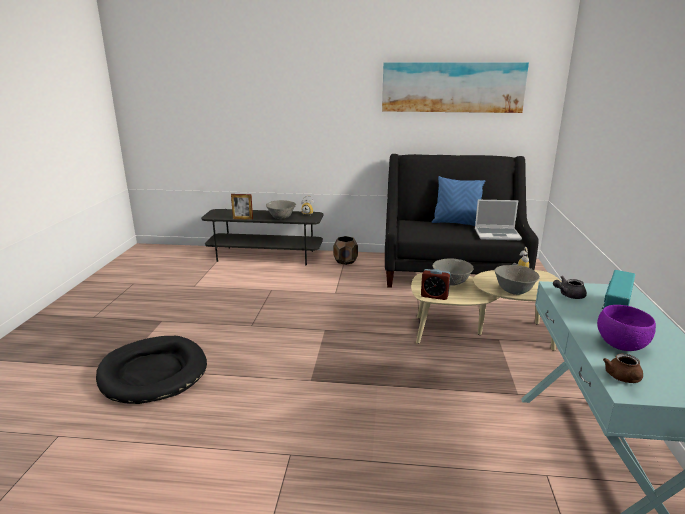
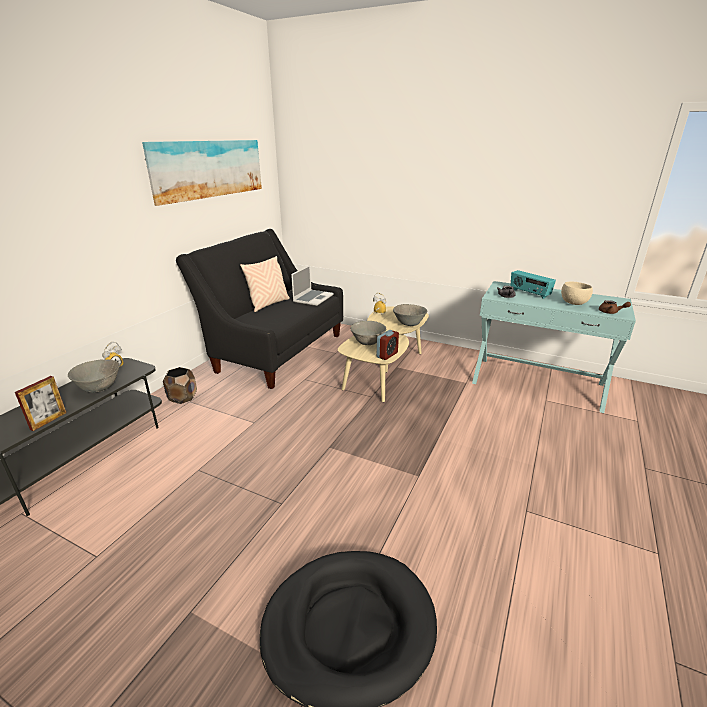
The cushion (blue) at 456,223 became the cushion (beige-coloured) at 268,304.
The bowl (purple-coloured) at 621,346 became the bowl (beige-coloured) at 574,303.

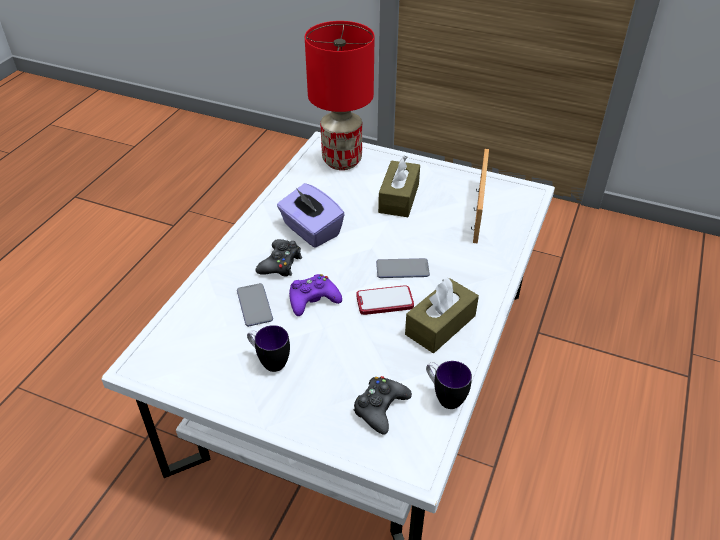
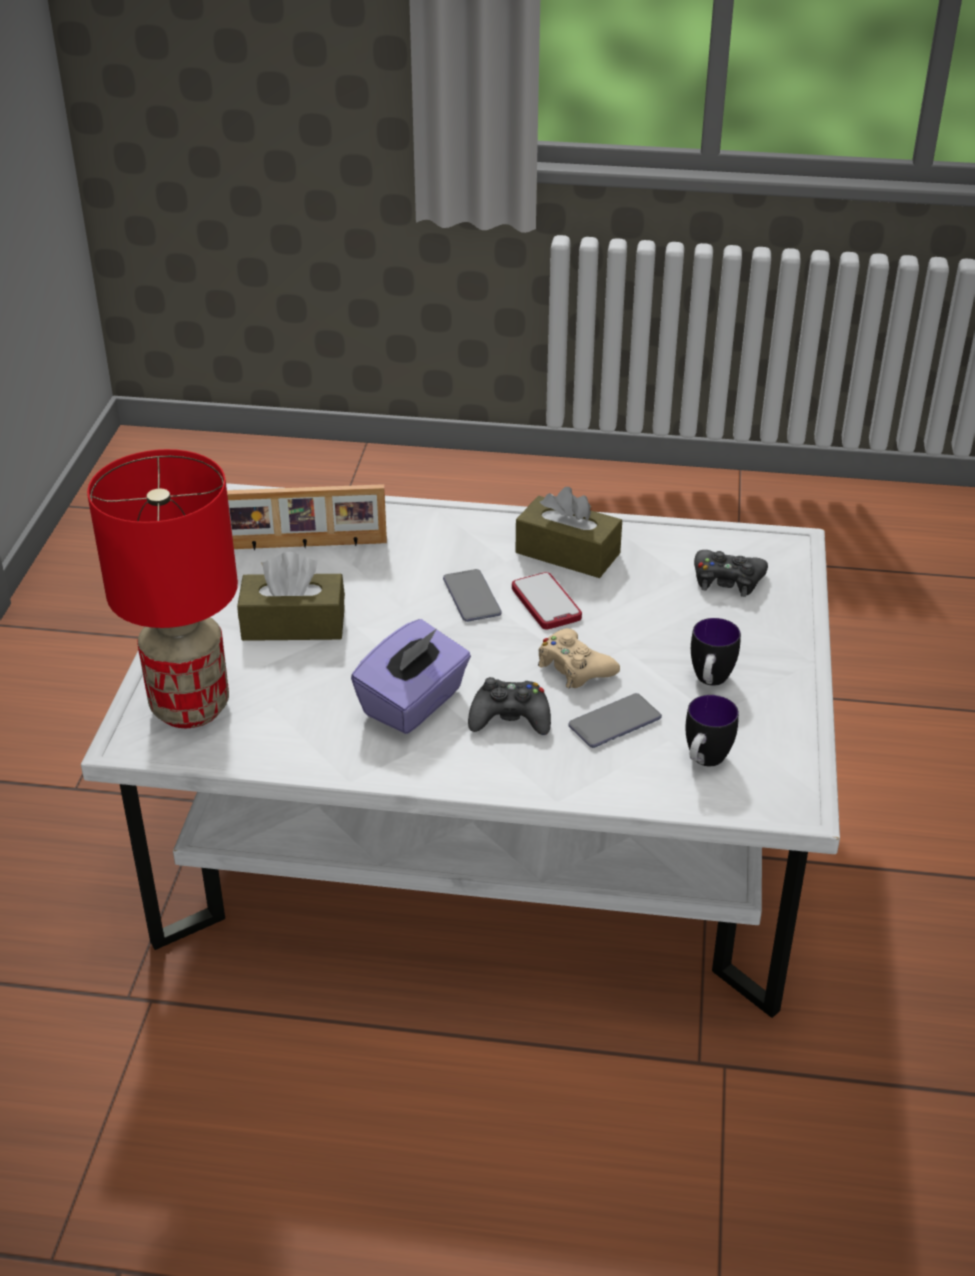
The gamepad (purple-coloured) at 313,300 became the gamepad (beige-coloured) at 574,667.
The tea mug moved from 444,396 to 704,762.

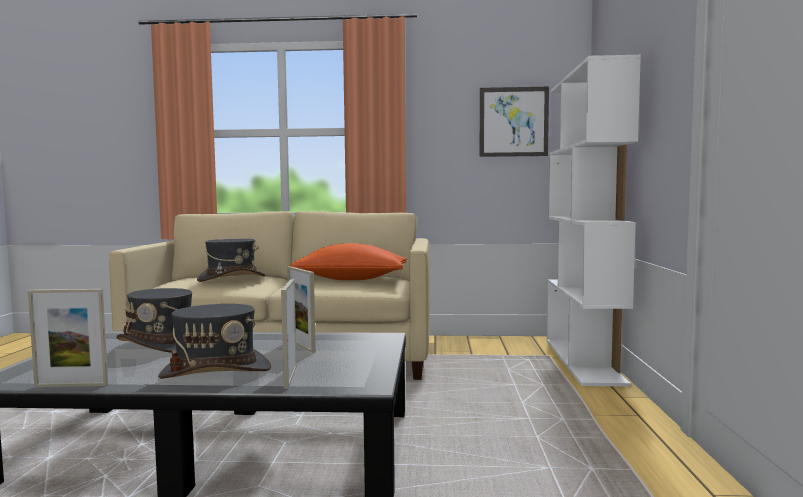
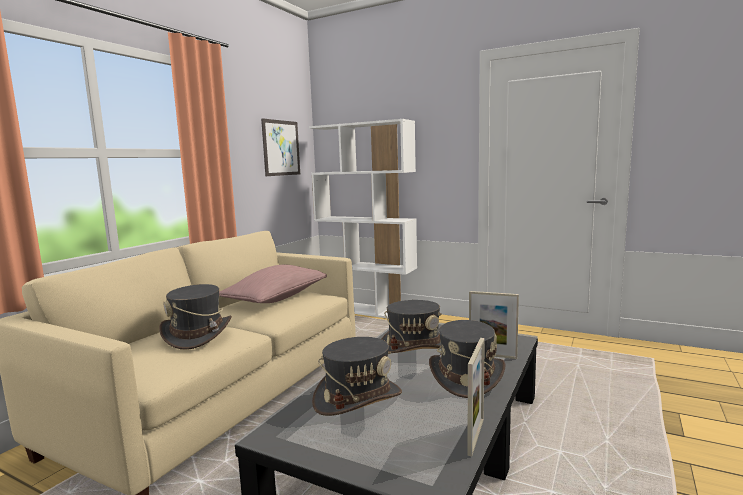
The cushion (orange-coloured) at 351,279 became the cushion (pinkish) at 276,299.
The photo frame at 301,346 was replaced by the clothing hat (greyish) at 414,347.

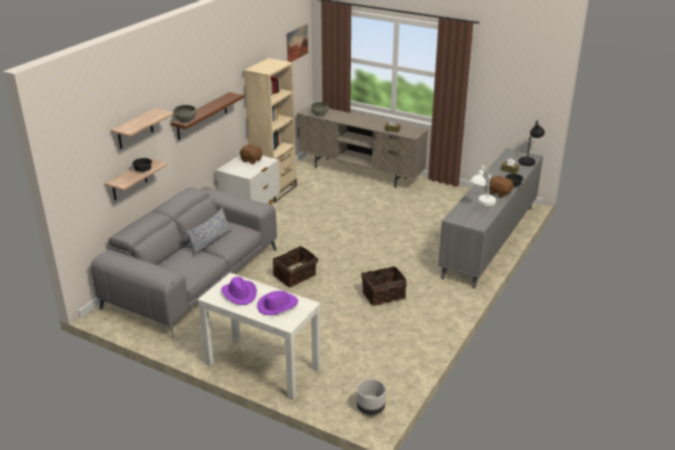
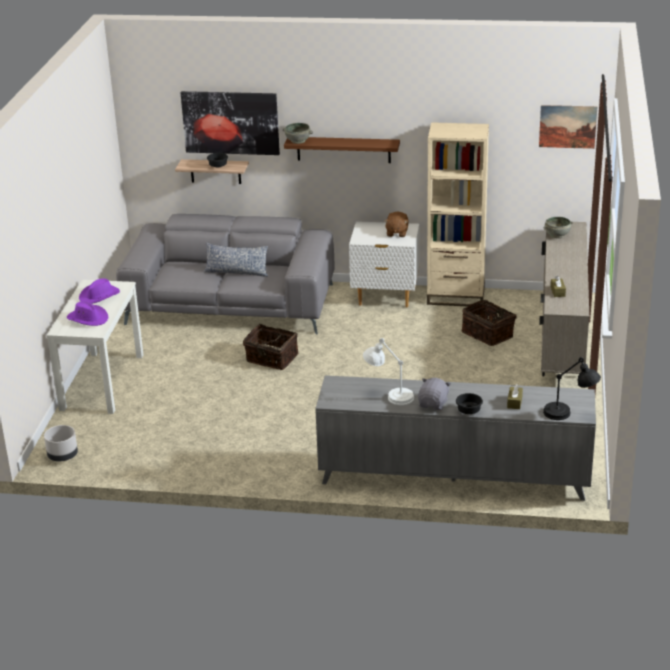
The shelf at 135,129 was replaced by the wall picture at 230,122.
The soft toy (brownish) at 499,193 became the soft toy (greyish) at 433,404.
The household basket moved from 383,295 to 488,334.

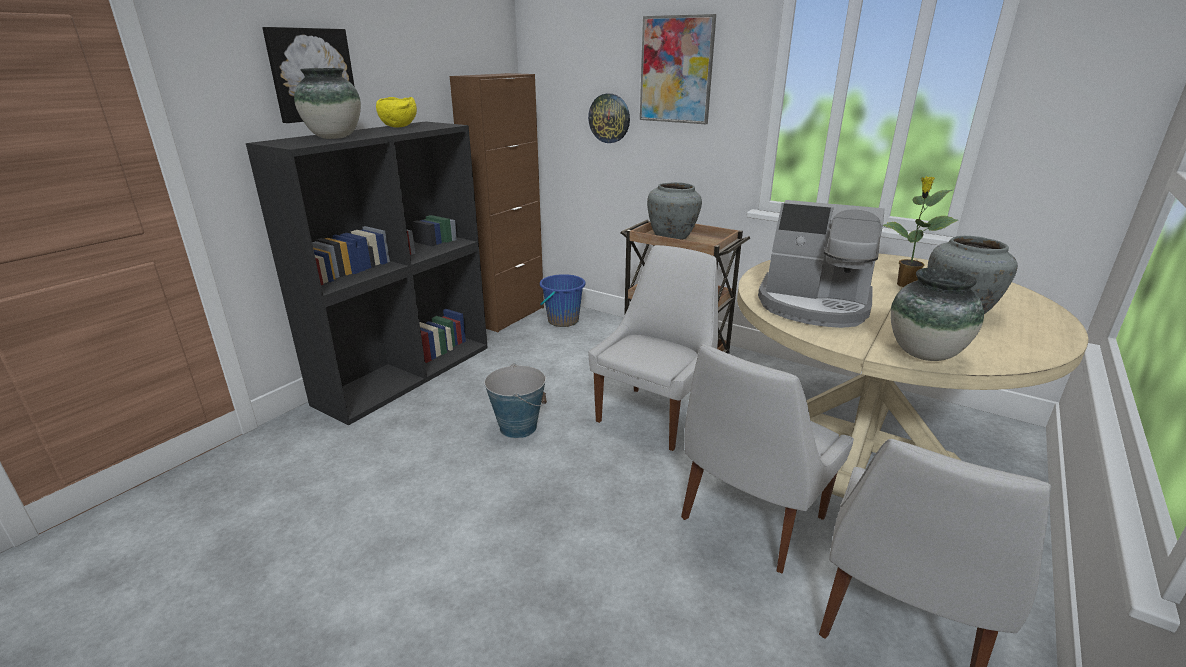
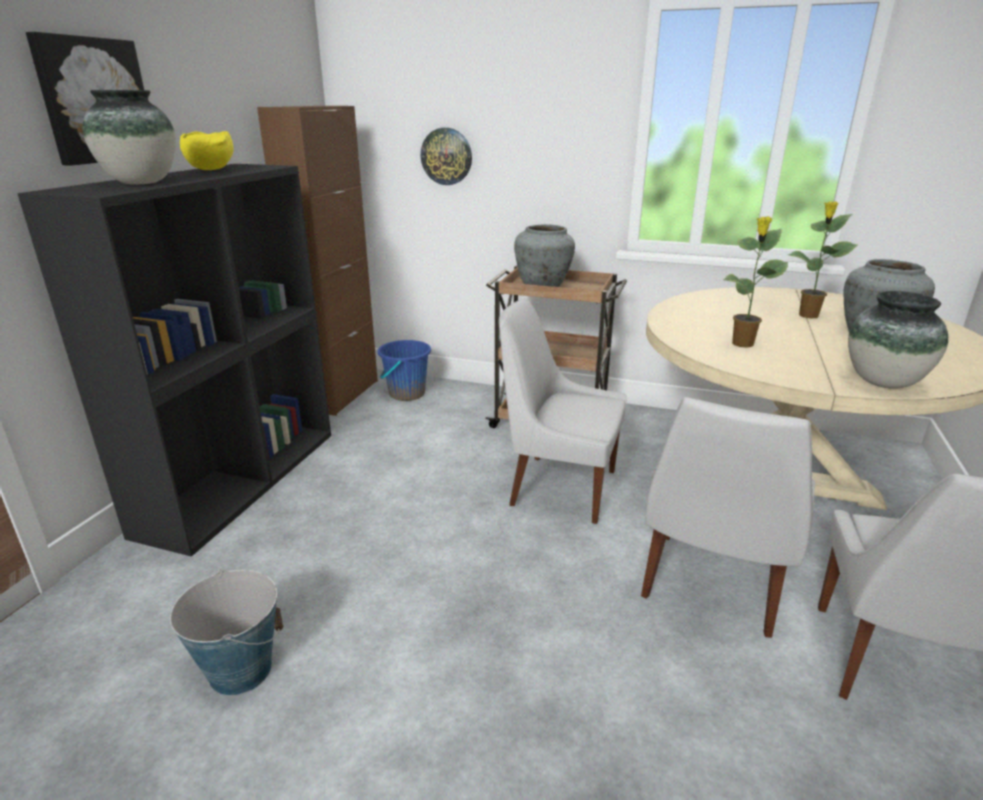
The wall picture at 676,70 disappeared.
The coffee brewer at 814,305 was replaced by the houseplant at 742,344.
The chair (whitish) at 654,415 turned 90 degrees counterclockwise.
The pail moved from 518,427 to 241,670.

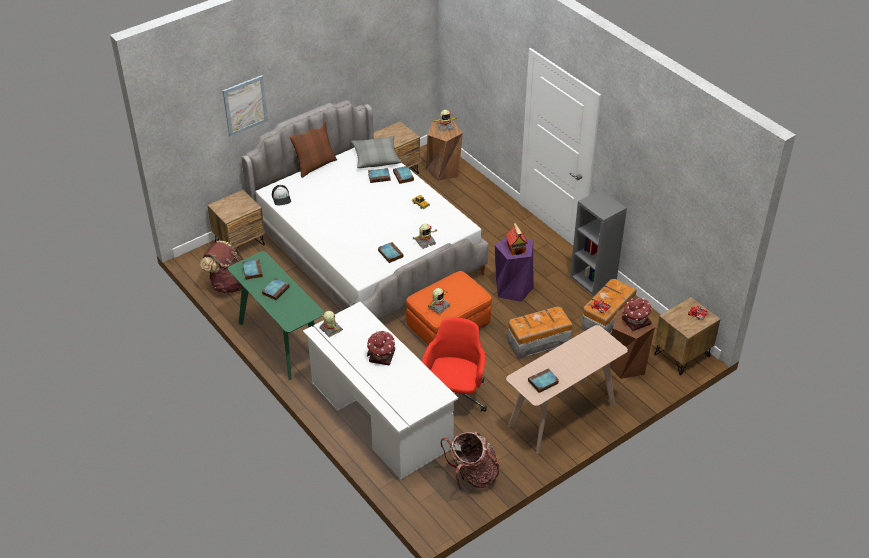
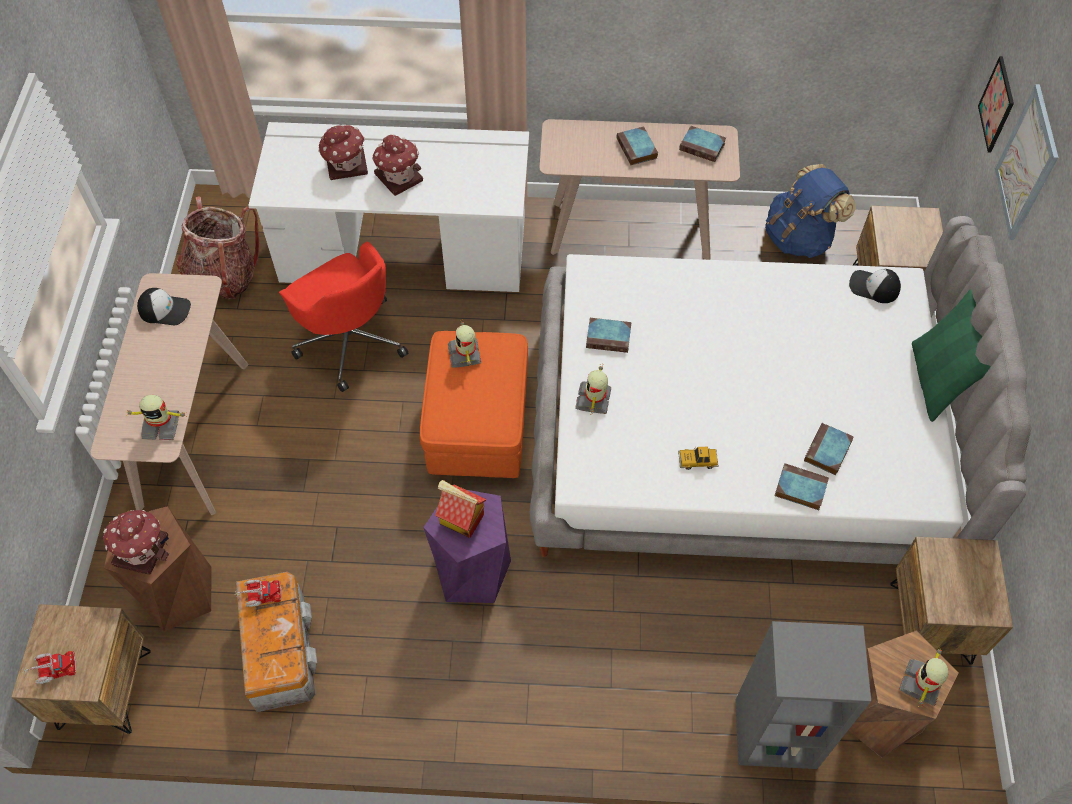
The cushion (brownish) at 315,165 became the cushion (greenish) at 935,381.
The cushion (greyish) at 376,157 disappeared.
The bookcase (greyish) moved from 593,280 to 774,734.
The backpack (brownish) at 229,284 became the backpack (blue) at 799,237.
The narrow table (greenish) at 281,341 became the narrow table (beige-coloured) at 631,230.
The storage container at 537,342 disappeared.
The model robot moved from 330,329 to 161,425.
The volume at 543,382 was replaced by the cap at 165,309.
The wall picture at 996,104 appeared.
The toy house at 345,165 appeared.

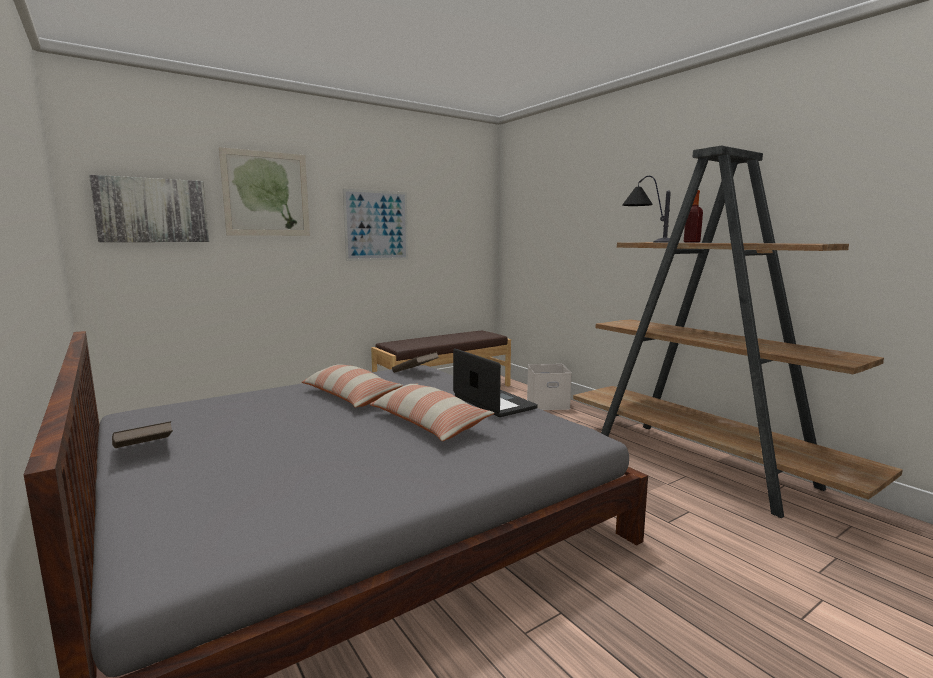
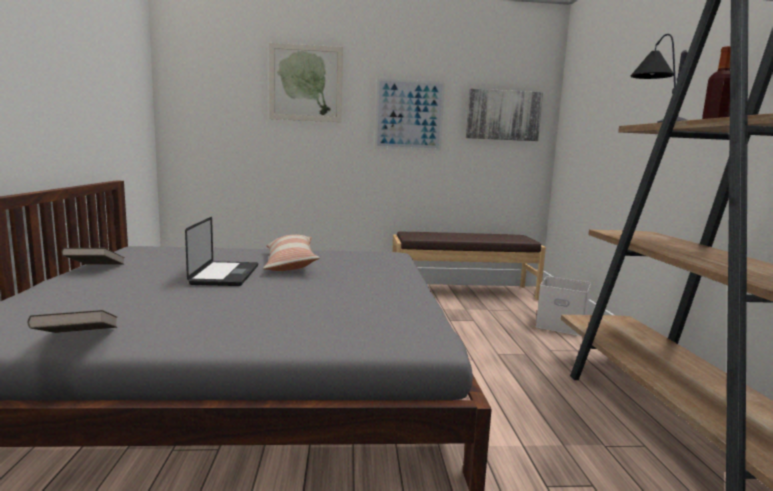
The wall picture moved from 152,210 to 503,115.
The laptop moved from 494,402 to 225,275.
The volume (brownish) moved from 415,372 to 78,341.
The cushion at 428,423 disappeared.

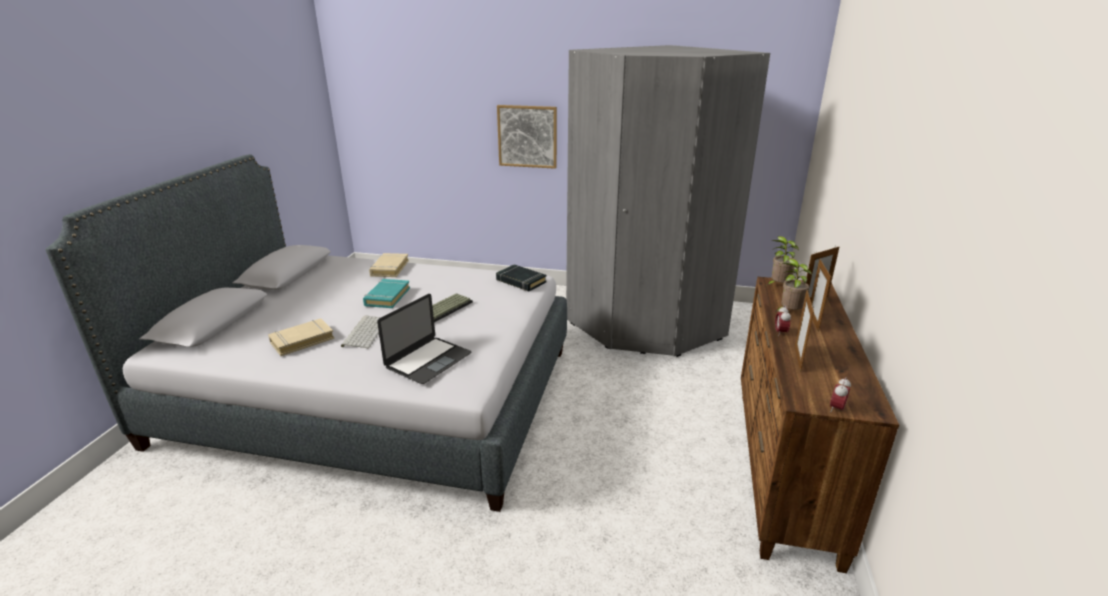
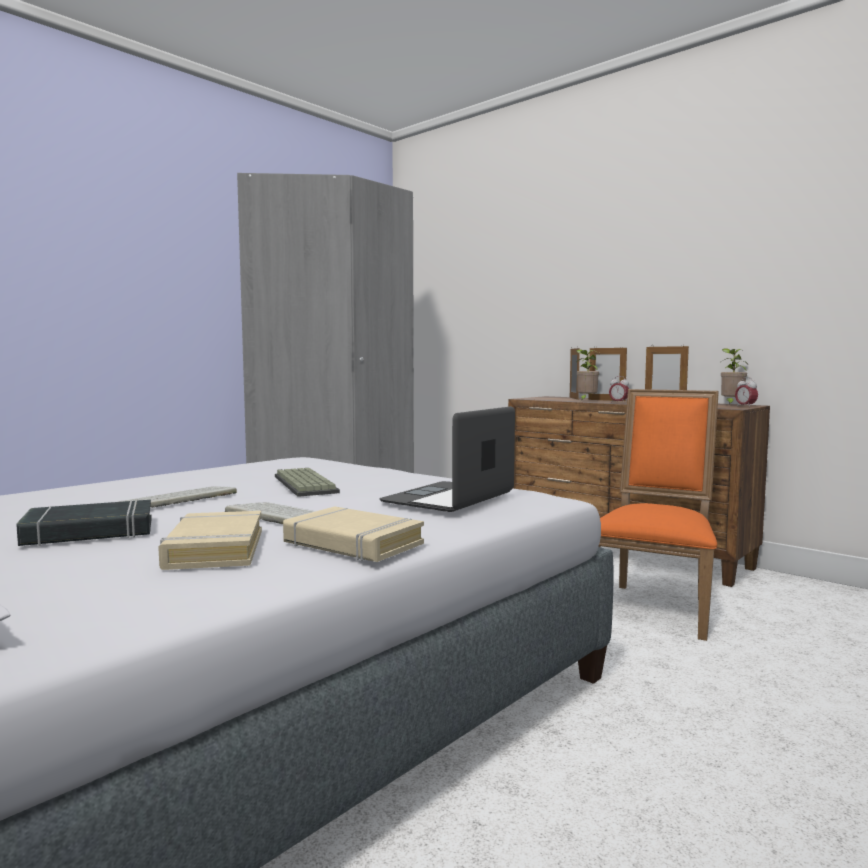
The wall picture at 527,136 disappeared.
The houseplant moved from 778,286 to 731,404.
The volume (beige-coloured) moved from 389,268 to 352,543.
The volume (black-coloured) moved from 520,281 to 89,532.
The volume (turquoise) at 387,297 was replaced by the PC keyboard at 177,499.
The laptop at 428,360 turned 120 degrees counterclockwise.
The chair (orange-coloured) at 654,606 appeared.

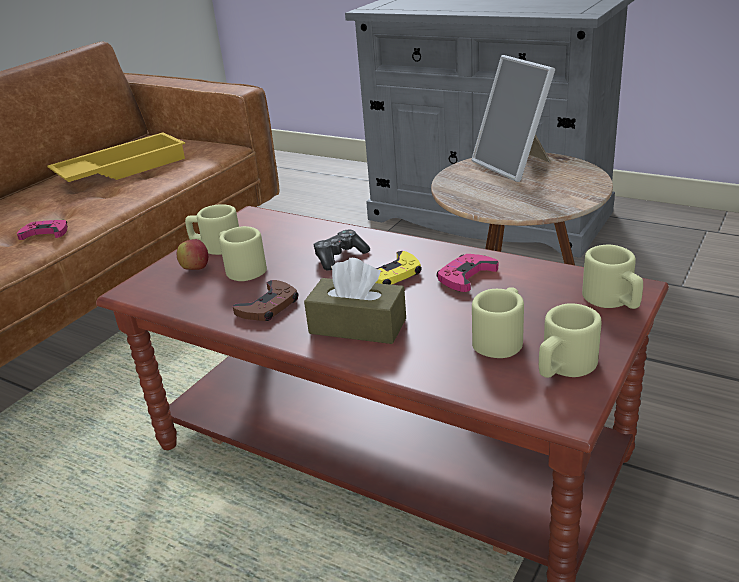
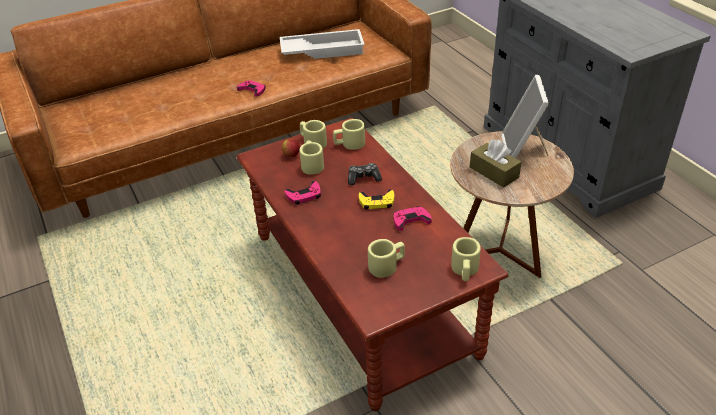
The serving tray (yellow-coloured) at 122,169 became the serving tray (whitish) at 323,50.
The tissue box (brownish) moved from 357,326 to 494,172.
The gamepad (brownish) at 268,306 became the gamepad (pinkish) at 304,195.
The tea mug (beige-coloured) moved from 563,367 to 349,144.

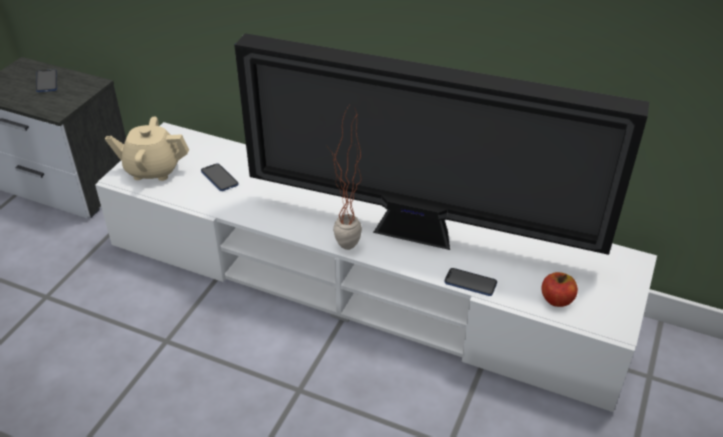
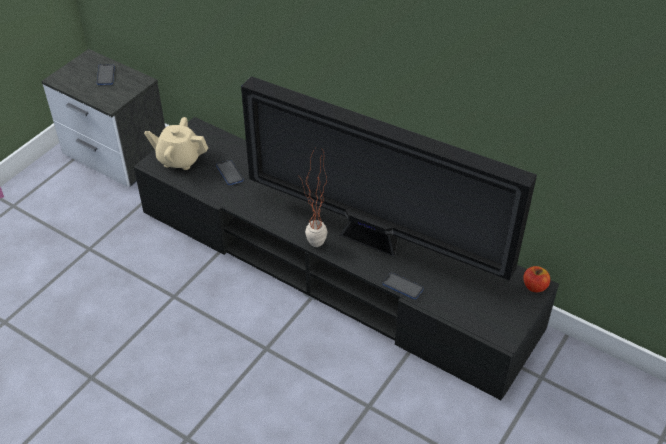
The tv unit (whitish) at 362,283 became the tv unit (black-coloured) at 333,270.
The whole apple moved from 556,300 to 534,286.

